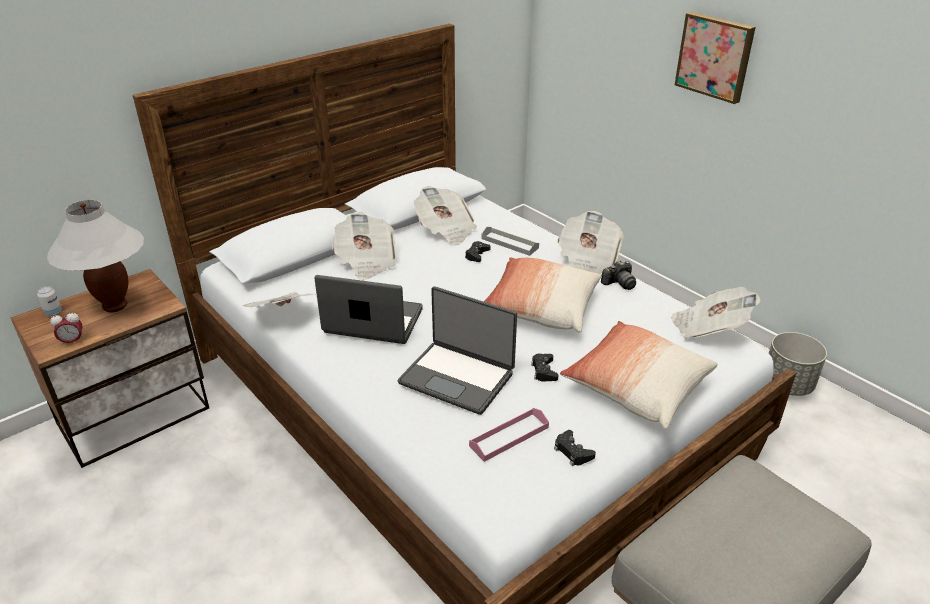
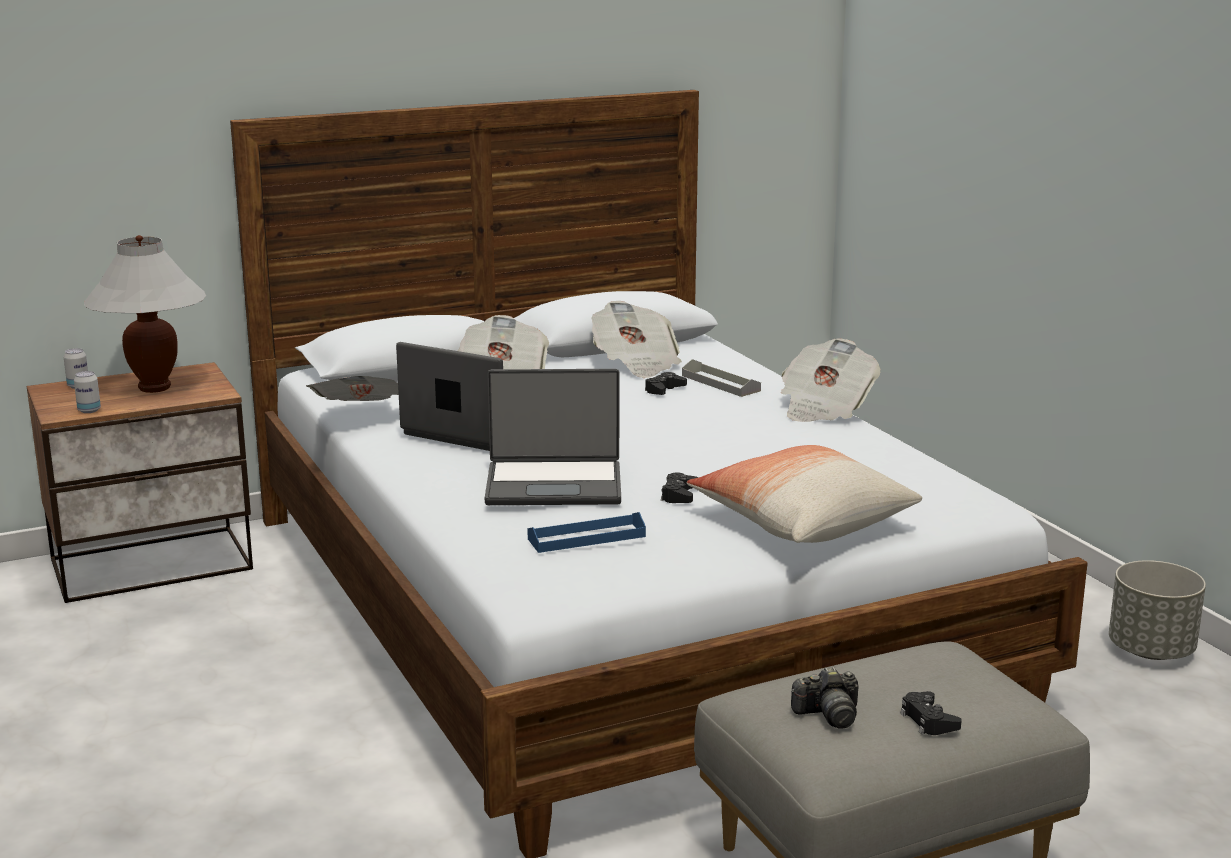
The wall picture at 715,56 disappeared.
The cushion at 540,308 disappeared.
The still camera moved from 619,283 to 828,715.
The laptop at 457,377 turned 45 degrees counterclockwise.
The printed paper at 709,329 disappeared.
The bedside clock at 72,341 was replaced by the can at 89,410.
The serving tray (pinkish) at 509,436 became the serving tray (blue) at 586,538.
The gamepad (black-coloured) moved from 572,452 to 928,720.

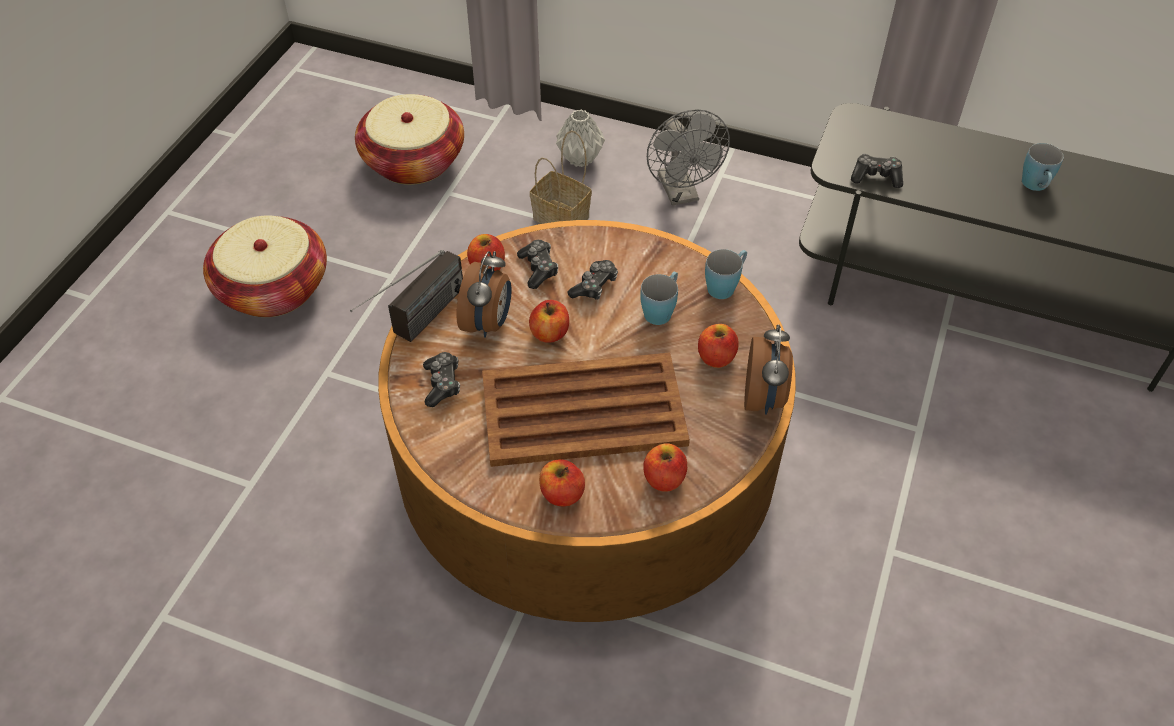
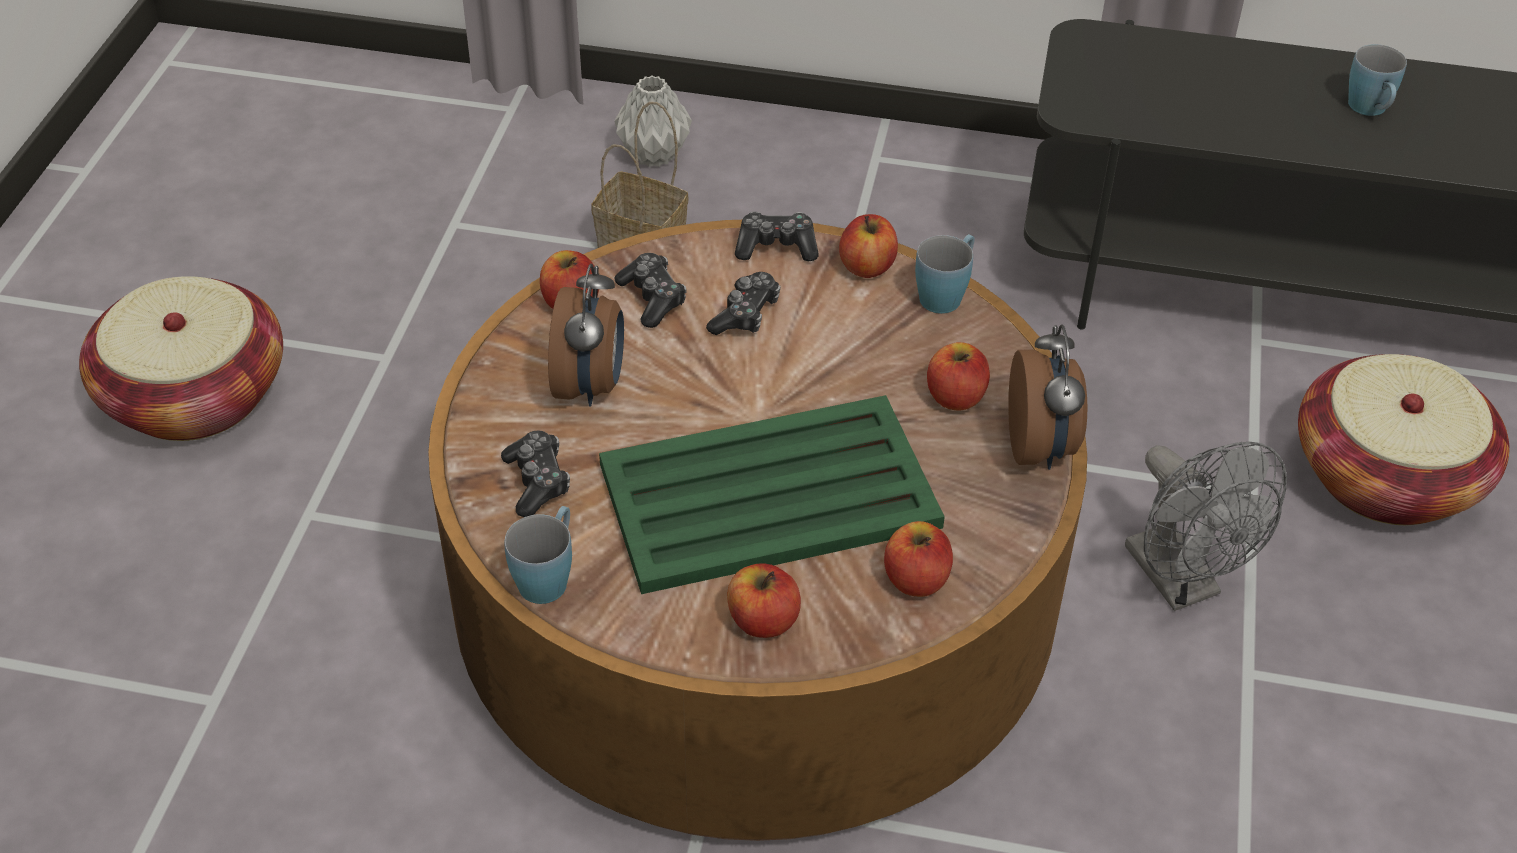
The household basket moved from 413,161 to 1385,476.
The cooling fan (greyish) moved from 681,193 to 1181,583.
The gamepad moved from 876,177 to 776,247.
The radio set at 416,326 disappeared.
The tea mug (blue) moved from 661,310 to 548,575.
The whole apple moved from 550,333 to 867,266.
The serving tray (brownish) at 581,410 became the serving tray (greenish) at 765,496.

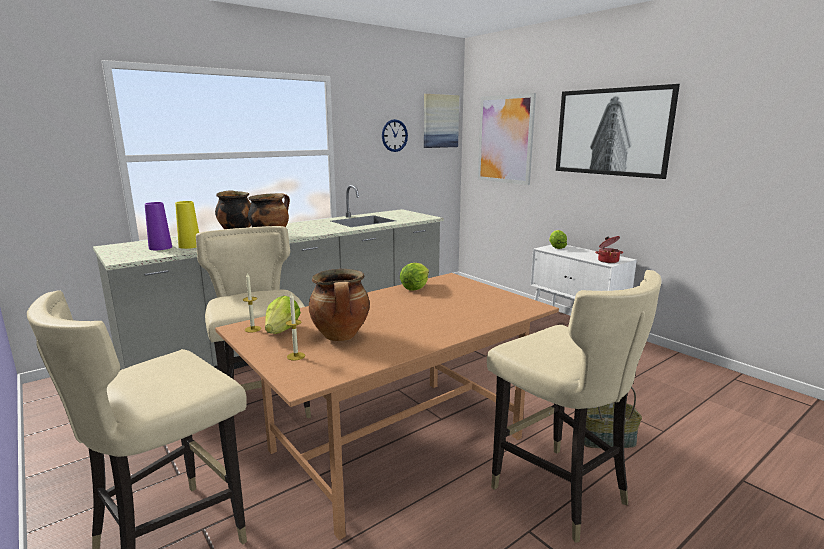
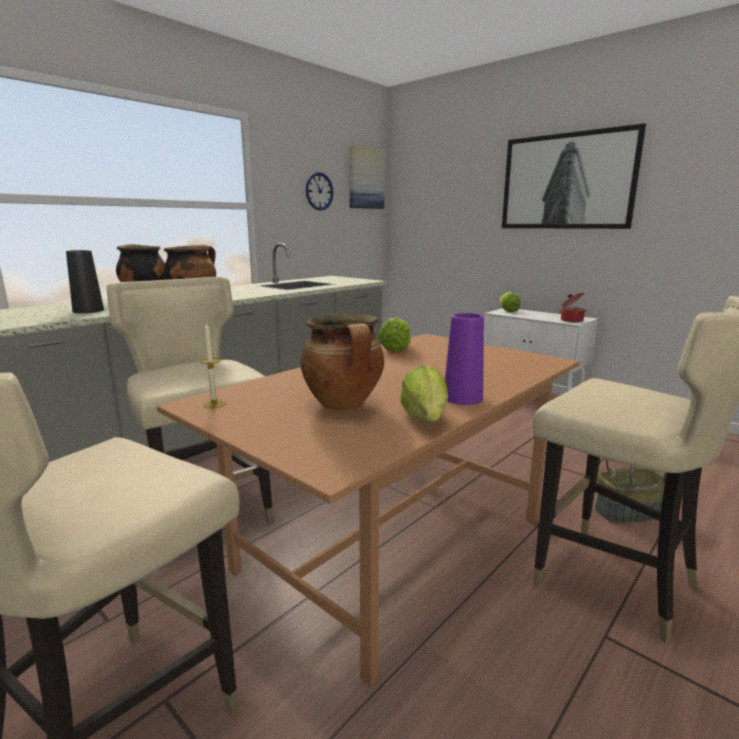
The wall picture at 505,139 disappeared.
The decorative vase (yellow-coloured) at 190,246 became the decorative vase (black-coloured) at 88,310.
The decorative vase (purple-coloured) moved from 160,247 to 462,398.
The wax light at 296,356 disappeared.
The lettuce moved from 282,331 to 425,419.

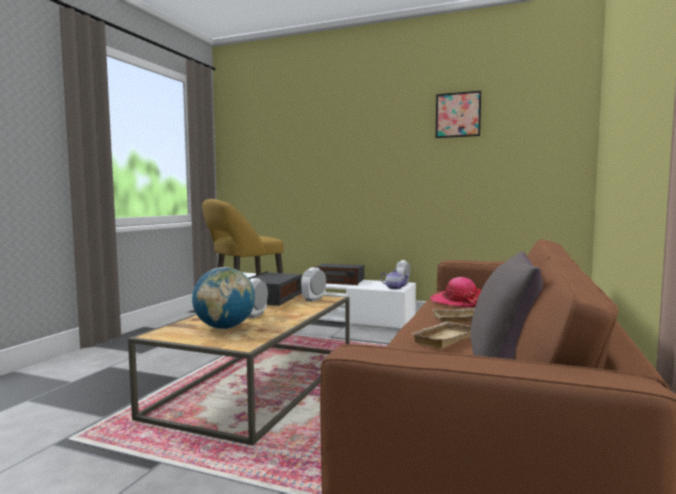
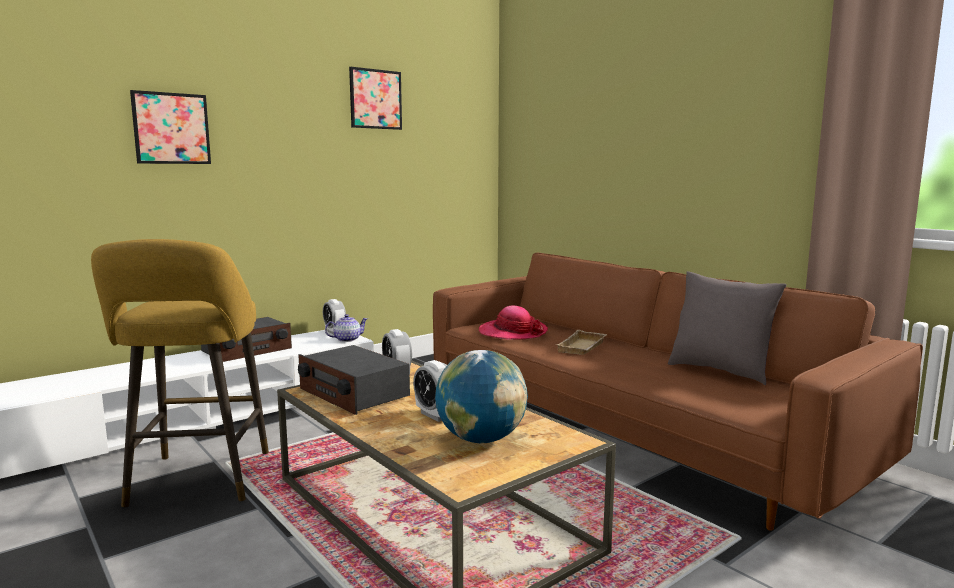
The serving tray (beige-coloured) at 443,338 disappeared.
The wall picture at 171,128 appeared.

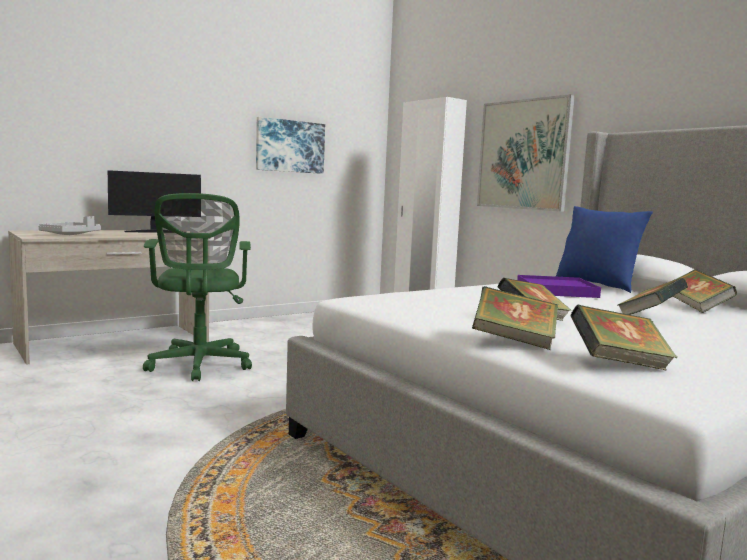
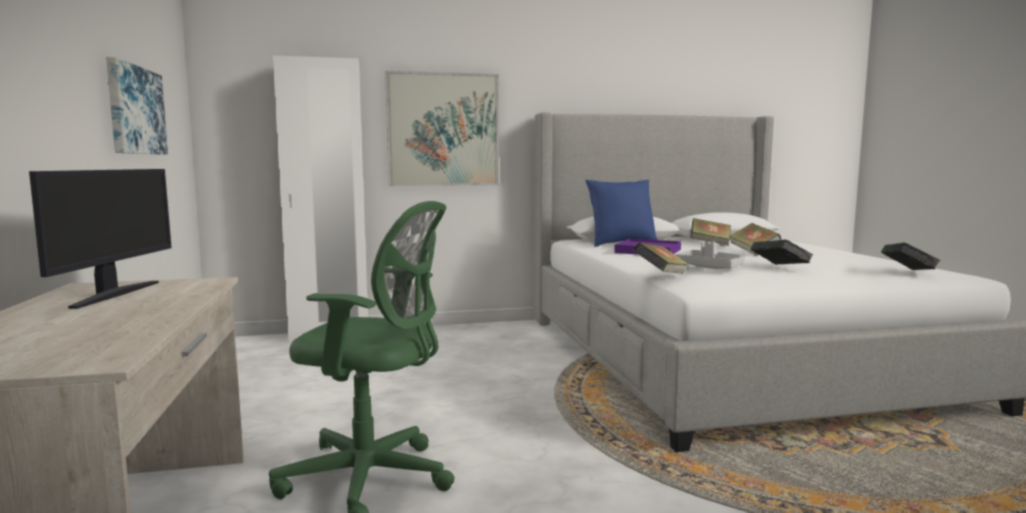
The serving tray (greyish) moved from 71,234 to 709,268.
The volume moved from 514,342 to 661,276.

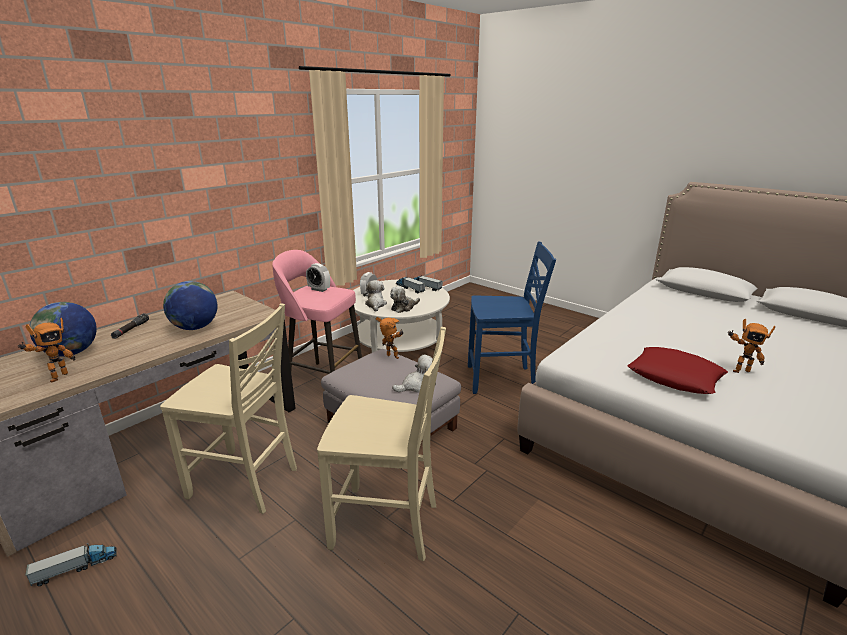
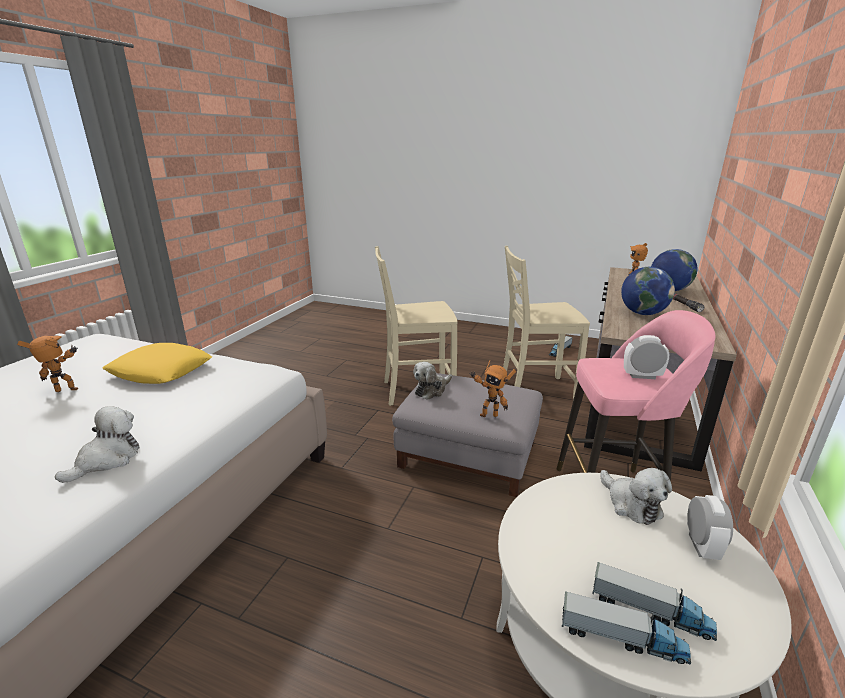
The chair (blue) at 502,379 disappeared.
The soft toy moved from 403,307 to 107,460.
The cushion (red-coloured) at 675,377 became the cushion (yellow-coloured) at 160,371.

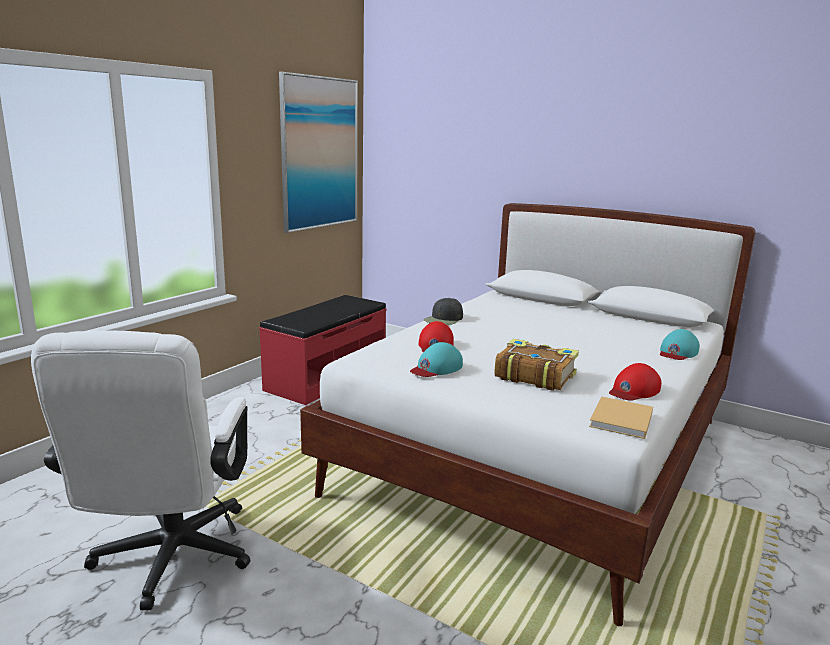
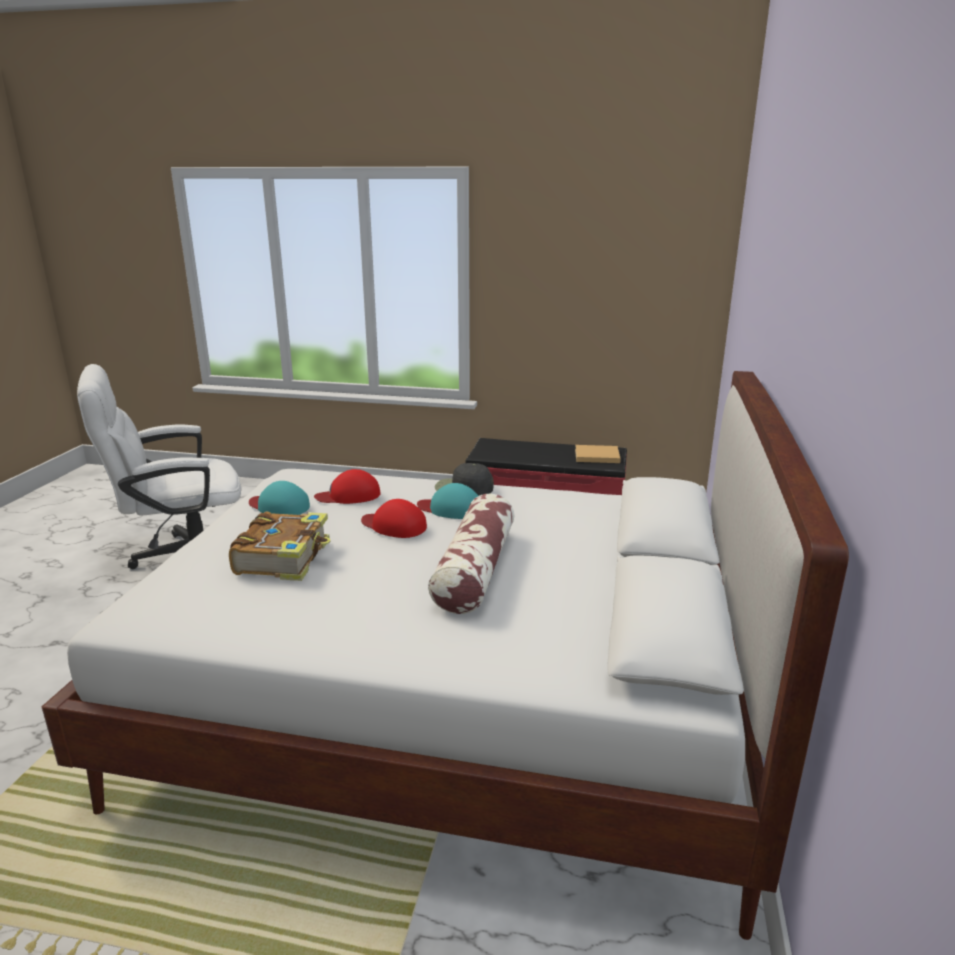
The wall picture at 319,153 disappeared.
The cap (turquoise) moved from 677,352 to 450,509.
The cap (red-coloured) moved from 633,390 to 394,525.
The volume (beige-coloured) moved from 621,421 to 595,456.
The cushion at 475,569 appeared.

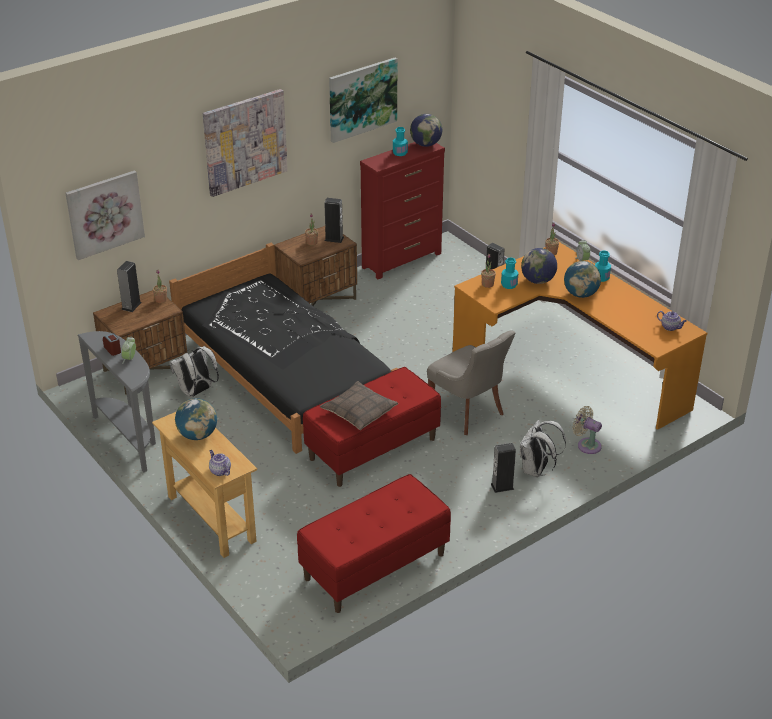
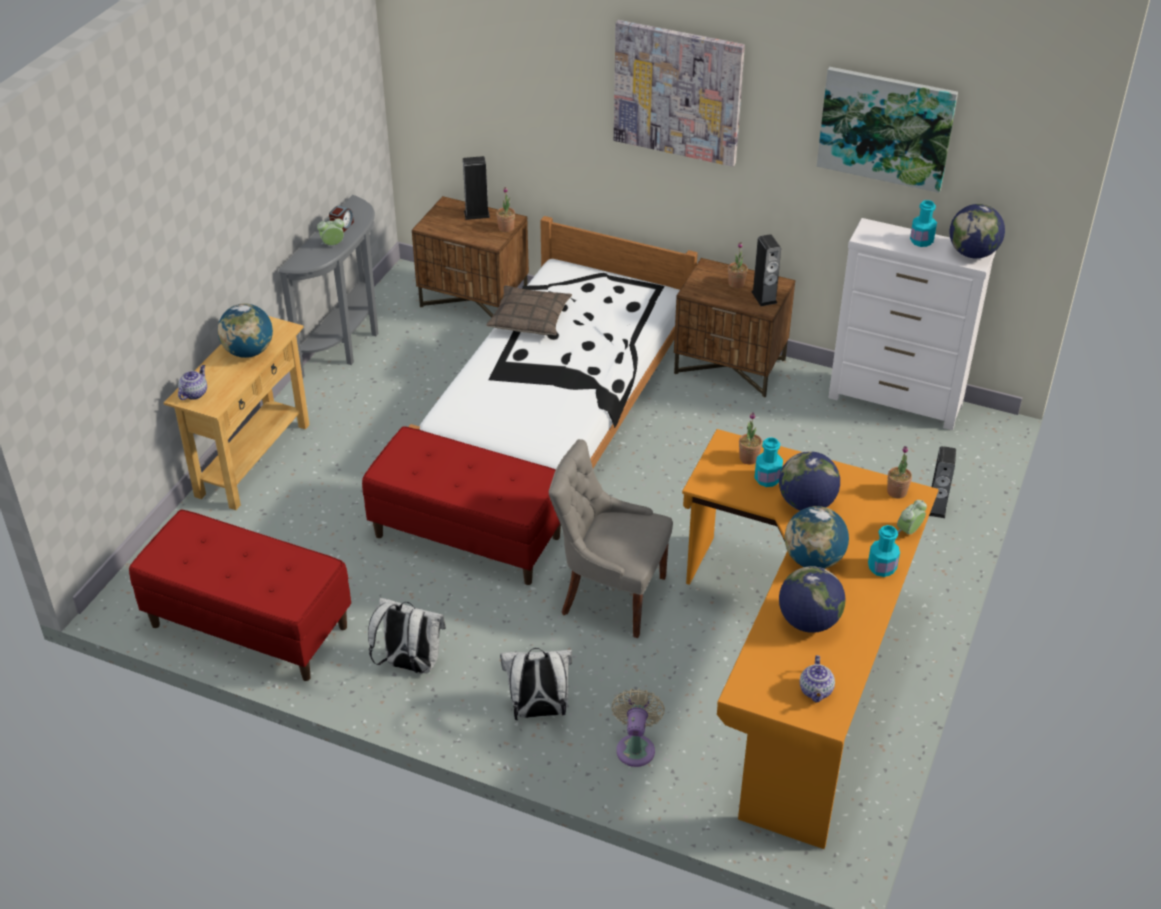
The drawer chest (red-coloured) at 402,260 became the drawer chest (whitish) at 896,402.
The wall picture at 104,214 disappeared.
The bed (black-coloured) at 284,372 became the bed (whitish) at 559,402.
The chair (greyish) at 468,413 turned 90 degrees clockwise.
The backpack (whitish) moved from 196,392 to 409,665.
The cushion moved from 359,411 to 529,318.
The audio speaker at 502,486 disappeared.
The desk globe at 808,621 appeared.

